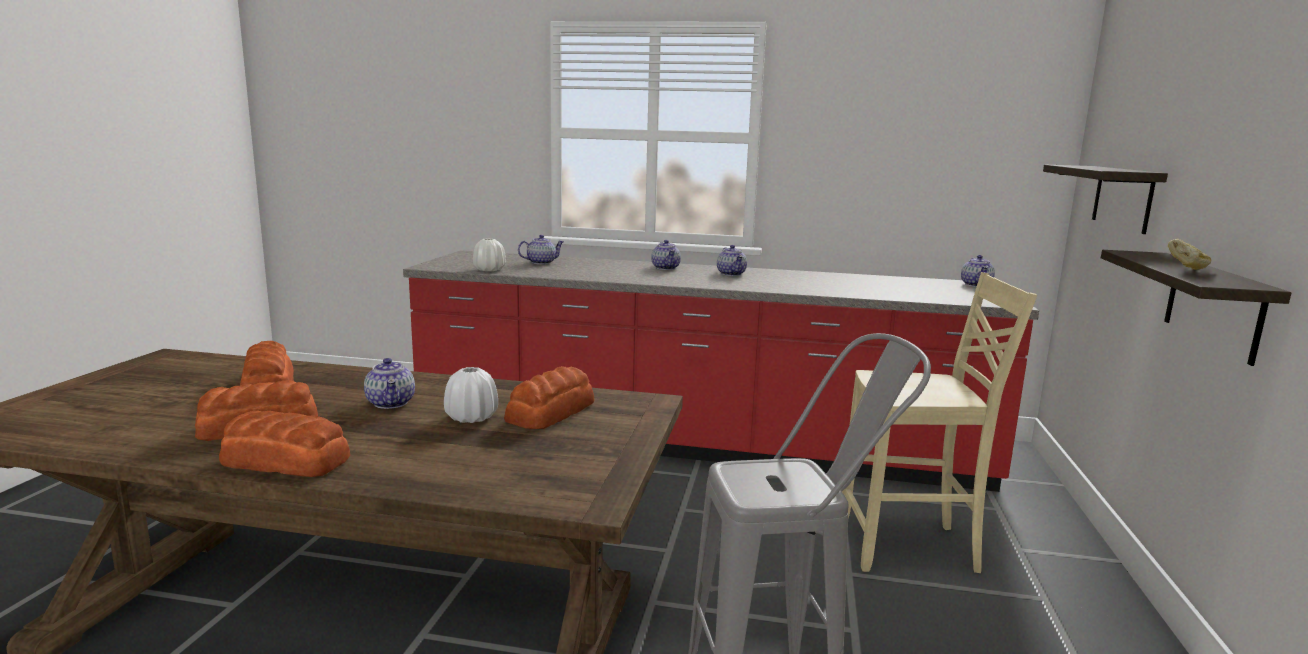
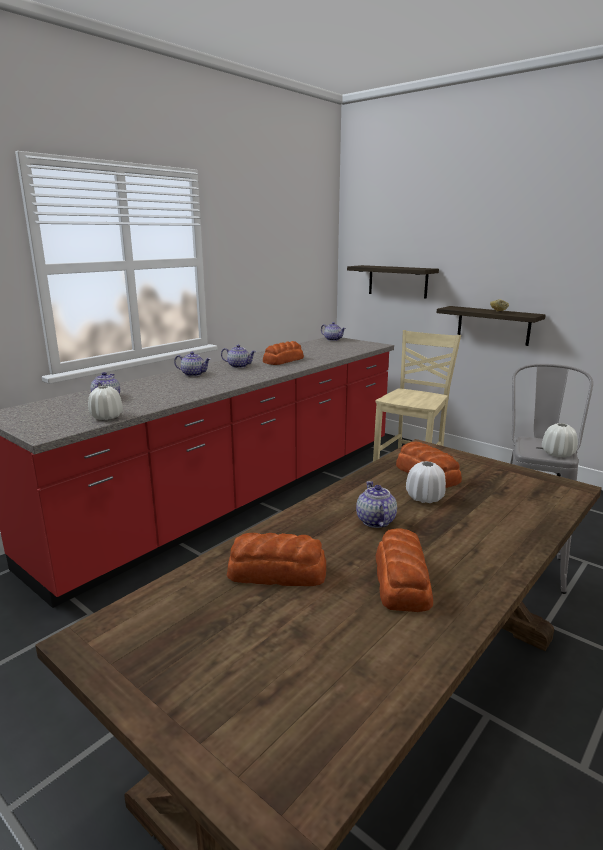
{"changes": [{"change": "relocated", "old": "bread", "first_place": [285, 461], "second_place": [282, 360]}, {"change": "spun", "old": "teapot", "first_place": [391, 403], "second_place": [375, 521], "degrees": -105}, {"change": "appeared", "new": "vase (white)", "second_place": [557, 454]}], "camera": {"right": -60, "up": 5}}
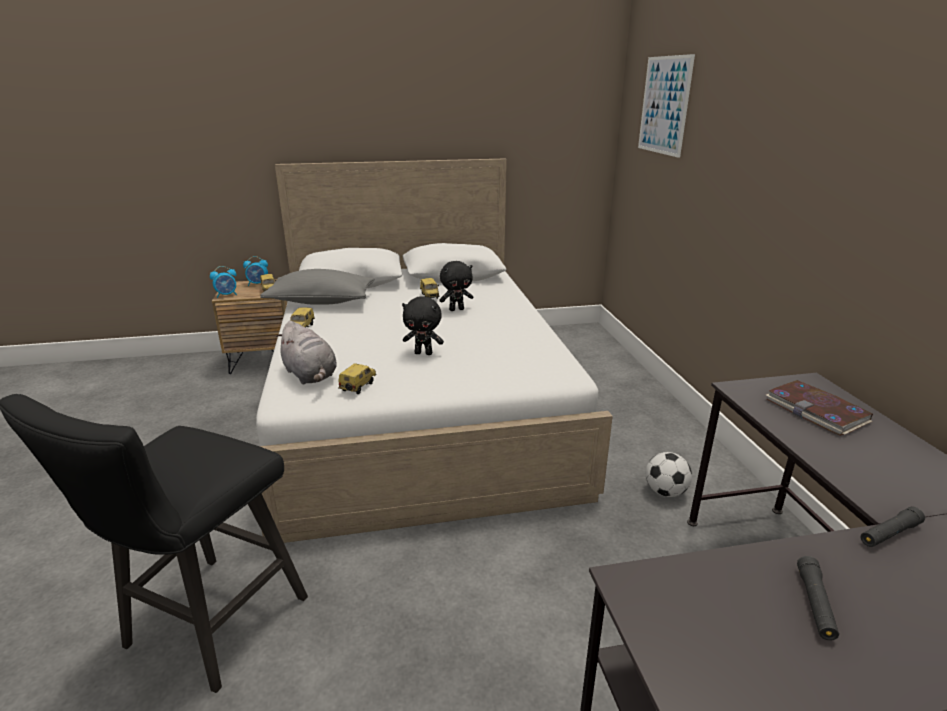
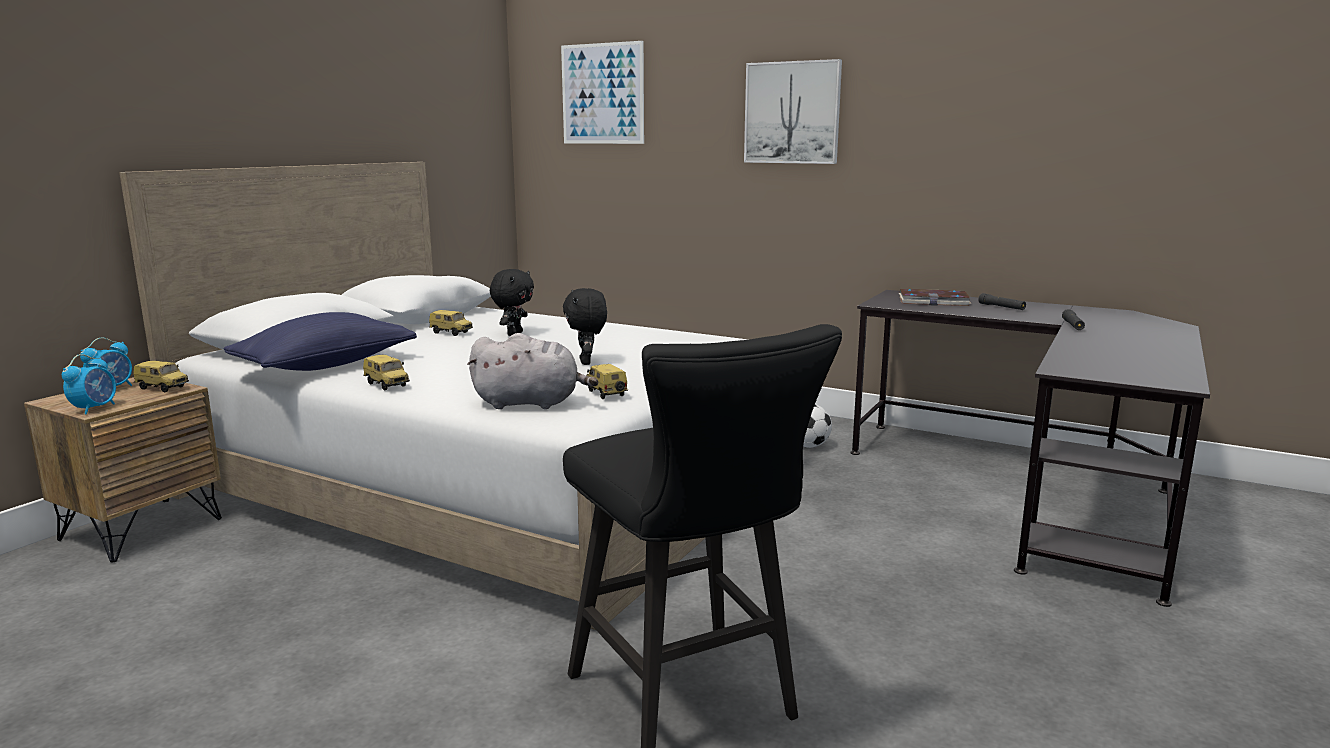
{"changes": [{"change": "colour", "old": "pillow (grey)", "new": "pillow (blue)", "first_place": [321, 302], "second_place": [326, 365]}, {"change": "spun", "old": "plush toy (black)", "first_place": [424, 353], "second_place": [587, 362], "degrees": 120}, {"change": "relocated", "old": "flashlight (black)", "first_place": [815, 604], "second_place": [1001, 307]}, {"change": "appeared", "new": "picture", "second_place": [792, 113]}], "camera": {"right": -50, "up": -10}}
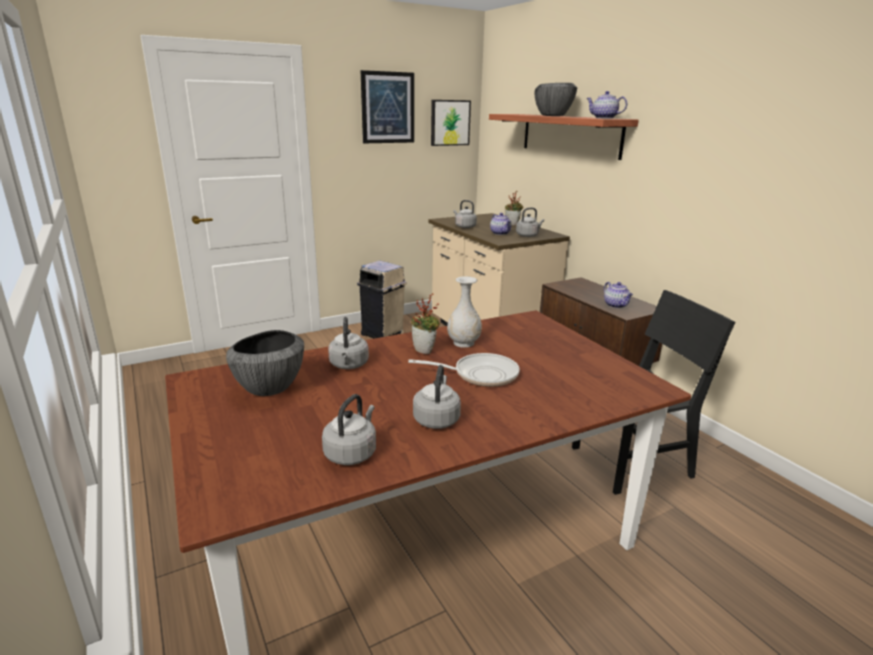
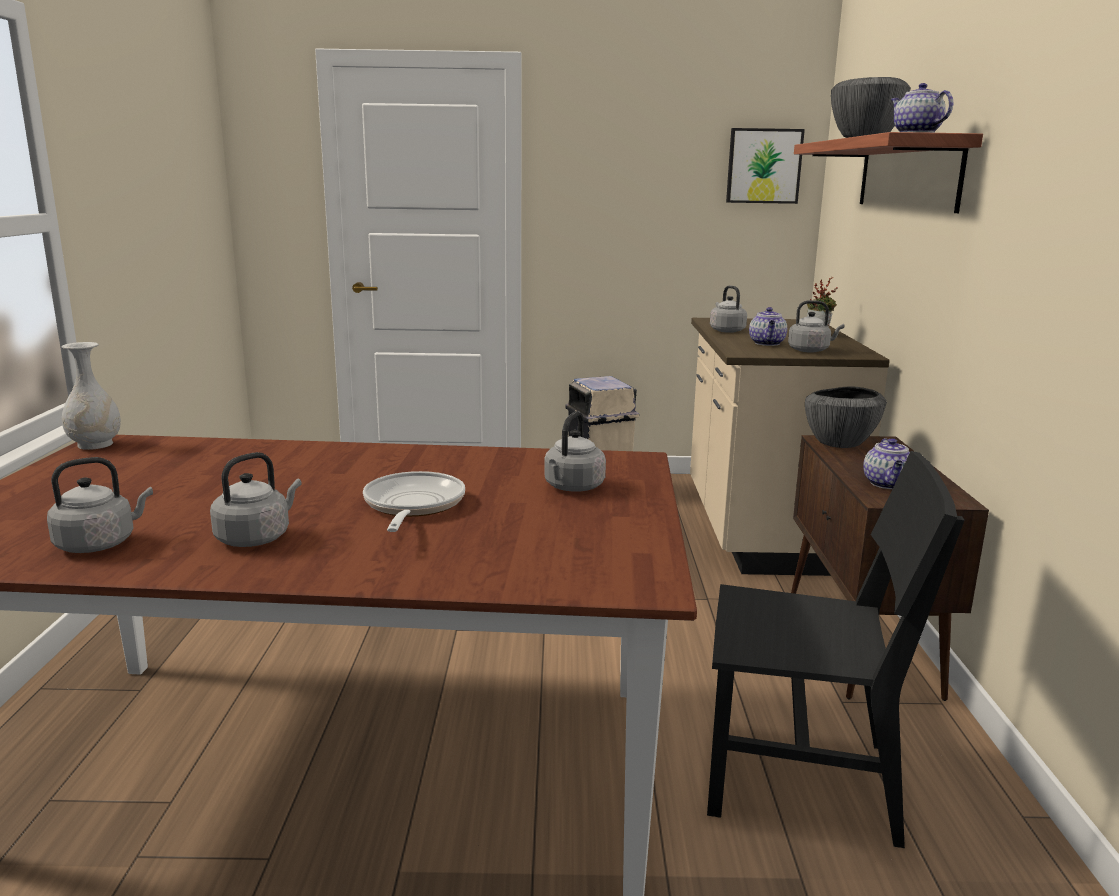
{"changes": [{"change": "relocated", "old": "bowl", "first_place": [269, 388], "second_place": [839, 443]}, {"change": "relocated", "old": "kettle (grey)", "first_place": [349, 365], "second_place": [572, 487]}, {"change": "missing", "old": "picture", "first_place": [387, 108]}, {"change": "spun", "old": "frying pan", "first_place": [480, 374], "second_place": [412, 506], "degrees": -120}, {"change": "missing", "old": "potted plant", "first_place": [425, 350]}, {"change": "relocated", "old": "vase (white)", "first_place": [464, 343], "second_place": [96, 445]}], "camera": {"right": 30, "up": -5}}
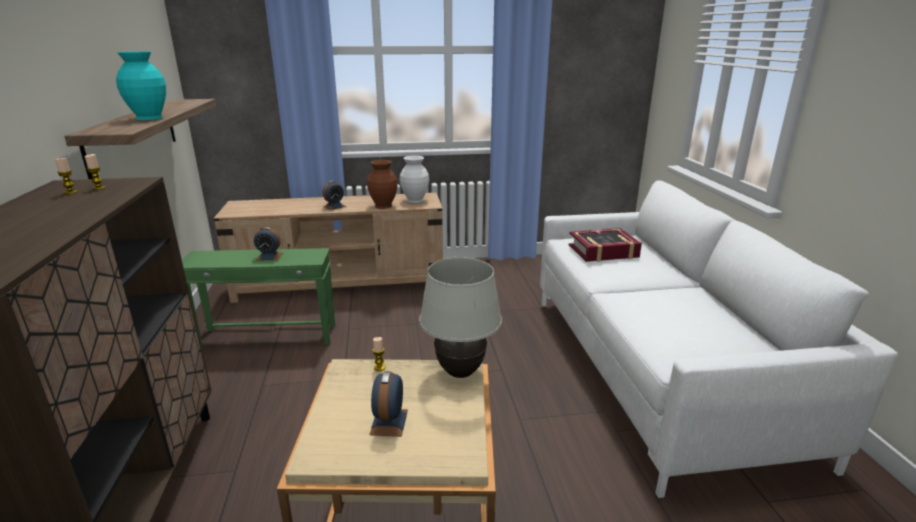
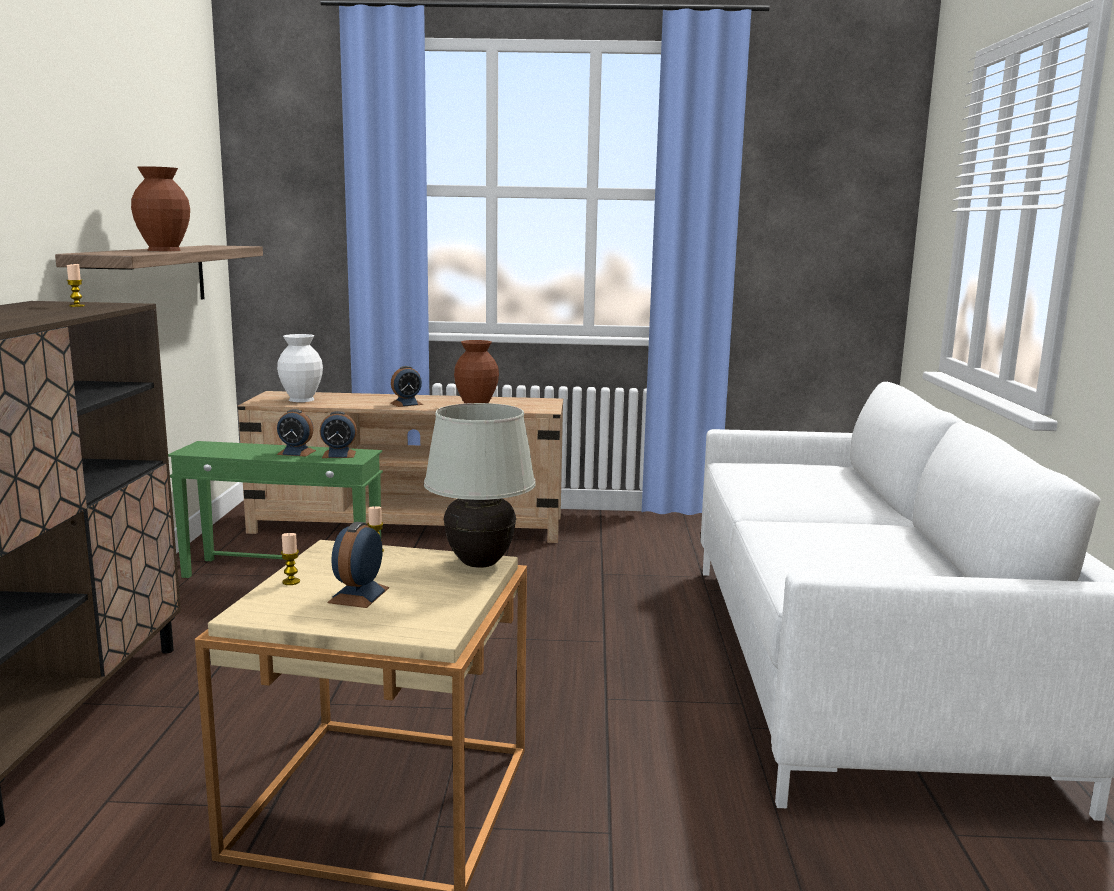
{"changes": [{"change": "relocated", "old": "candle", "first_place": [70, 192], "second_place": [291, 582]}, {"change": "colour", "old": "vase (turquoise)", "new": "vase (brown)", "first_place": [148, 118], "second_place": [163, 250]}, {"change": "relocated", "old": "vase (white)", "first_place": [414, 200], "second_place": [300, 399]}, {"change": "missing", "old": "book", "first_place": [603, 251]}, {"change": "appeared", "new": "alarm clock", "second_place": [339, 454]}], "camera": {"right": 10, "up": -10}}
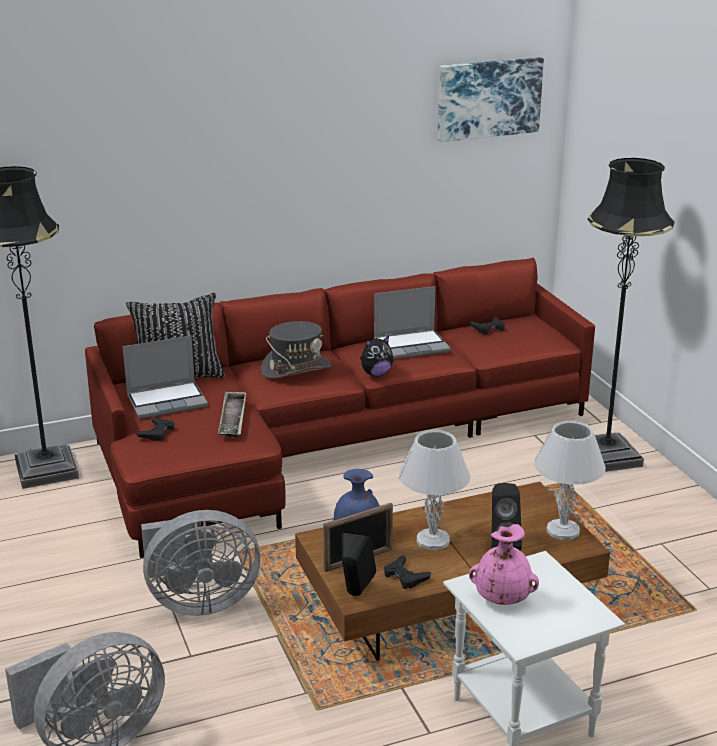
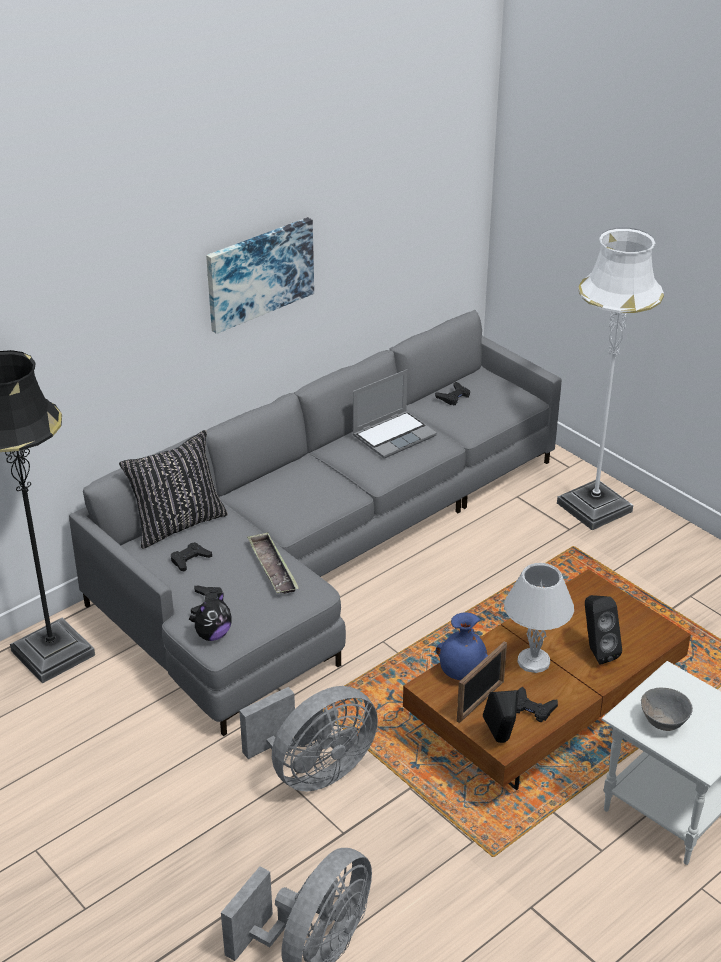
{"changes": [{"change": "colour", "old": "sofa (red)", "new": "sofa (grey)", "first_place": [326, 442], "second_place": [323, 551]}, {"change": "exchanged", "old": "laptop", "new": "game controller (black)", "first_place": [168, 401], "second_place": [190, 559]}, {"change": "missing", "old": "hat (grey)", "first_place": [296, 368]}, {"change": "relocated", "old": "plush toy", "first_place": [376, 374], "second_place": [212, 635]}, {"change": "relocated", "old": "picture", "first_place": [488, 98], "second_place": [259, 273]}, {"change": "exchanged", "old": "vase (pink)", "new": "bowl (grey)", "first_place": [502, 598], "second_place": [662, 723]}, {"change": "missing", "old": "table lamp (white)", "first_place": [564, 530]}, {"change": "colour", "old": "floor lamp (black)", "new": "floor lamp (white)", "first_place": [605, 456], "second_place": [594, 507]}], "camera": {"right": -20, "up": 10}}
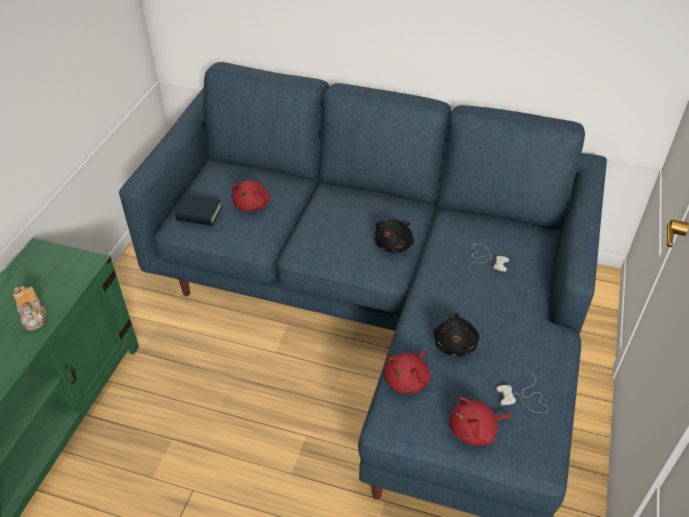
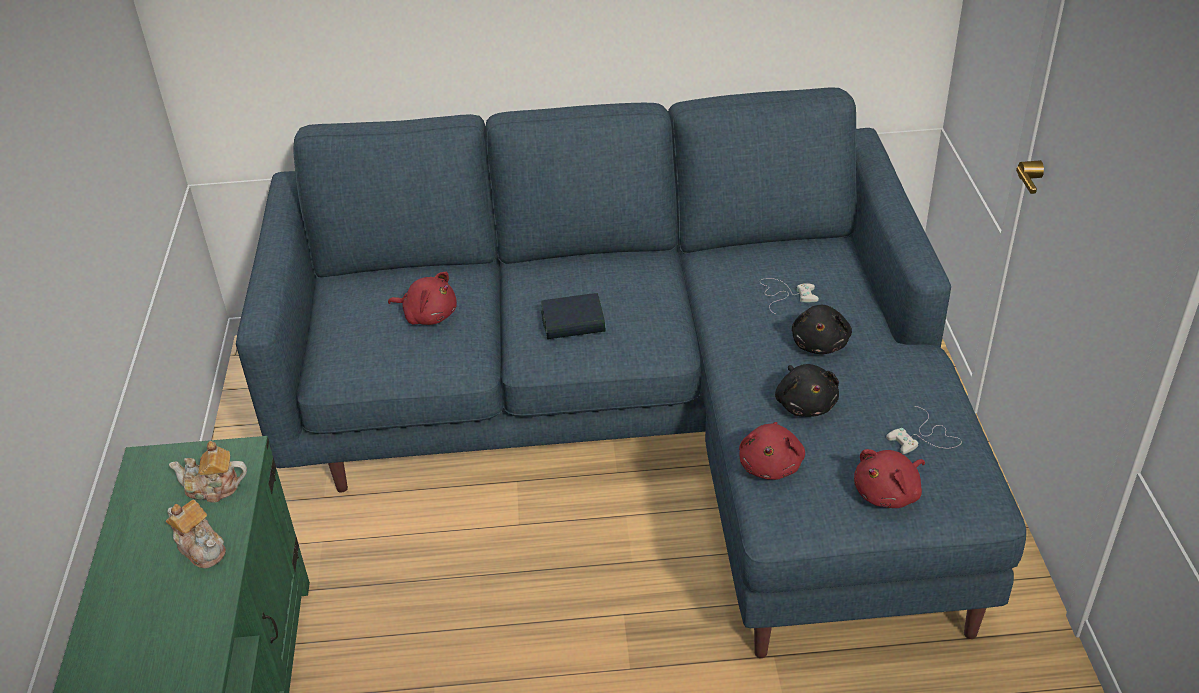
{"changes": [{"change": "relocated", "old": "book", "first_place": [199, 214], "second_place": [573, 323]}, {"change": "spun", "old": "plush toy (red)", "first_place": [252, 204], "second_place": [428, 315], "degrees": -60}, {"change": "relocated", "old": "plush toy (black)", "first_place": [394, 244], "second_place": [820, 343]}, {"change": "appeared", "new": "teapot", "second_place": [213, 488]}], "camera": {"right": -20, "up": -5}}
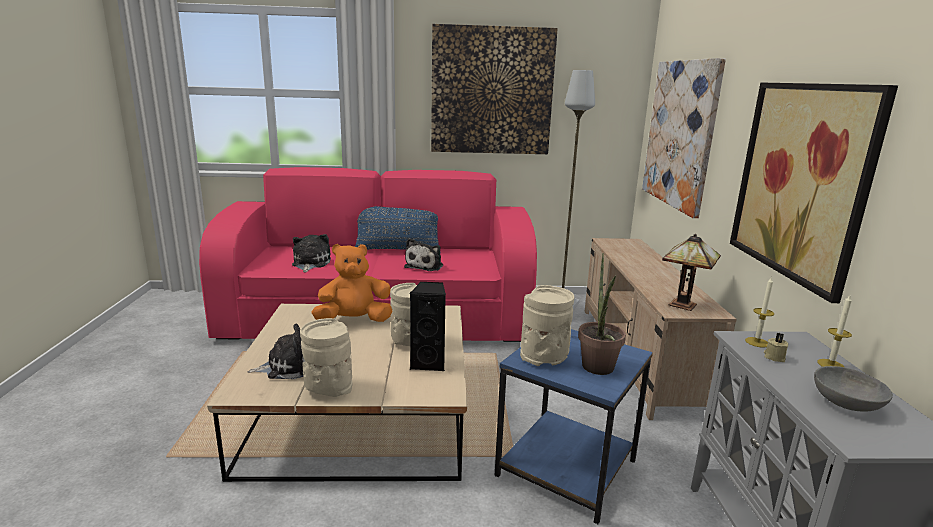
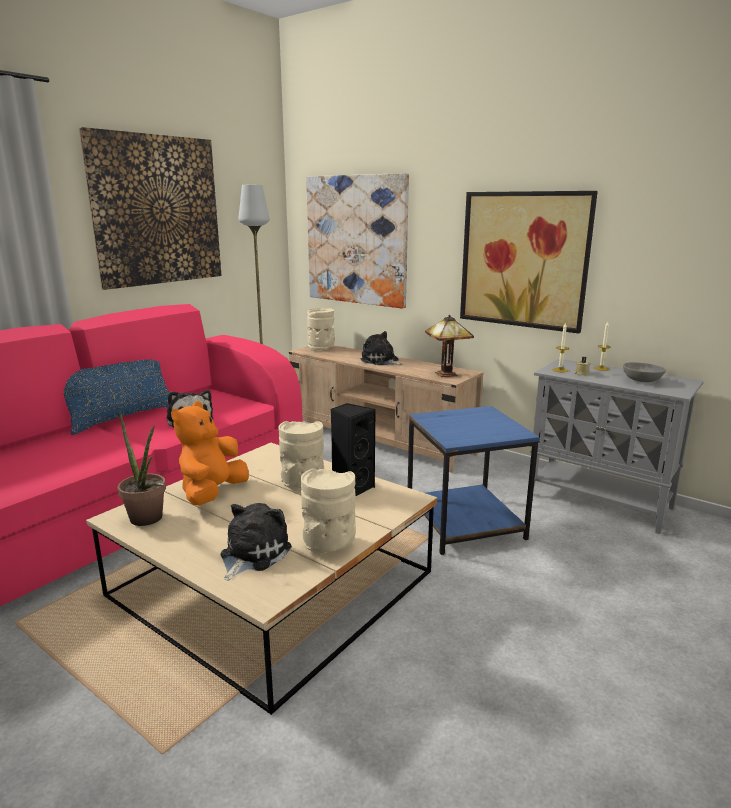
{"changes": [{"change": "relocated", "old": "plush toy", "first_place": [310, 263], "second_place": [381, 361]}, {"change": "relocated", "old": "vase (beige)", "first_place": [544, 358], "second_place": [321, 348]}, {"change": "relocated", "old": "potted plant", "first_place": [598, 370], "second_place": [149, 521]}], "camera": {"right": -50, "up": 0}}
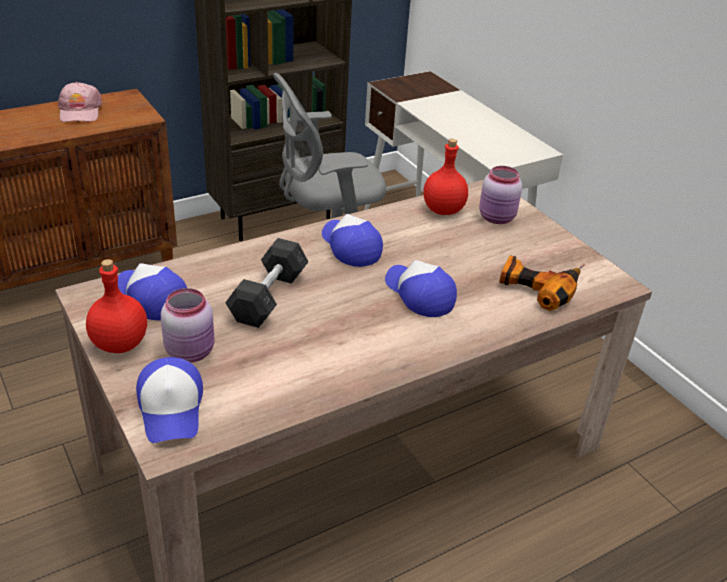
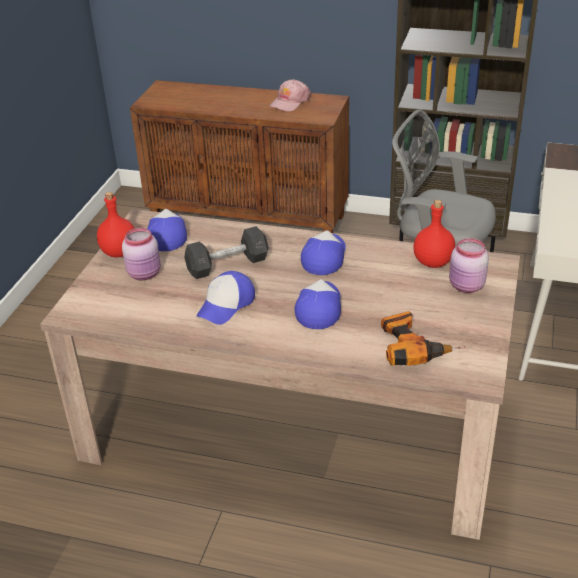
{"changes": [{"change": "relocated", "old": "cap", "first_place": [171, 408], "second_place": [226, 305]}], "camera": {"right": 50, "up": 0}}
